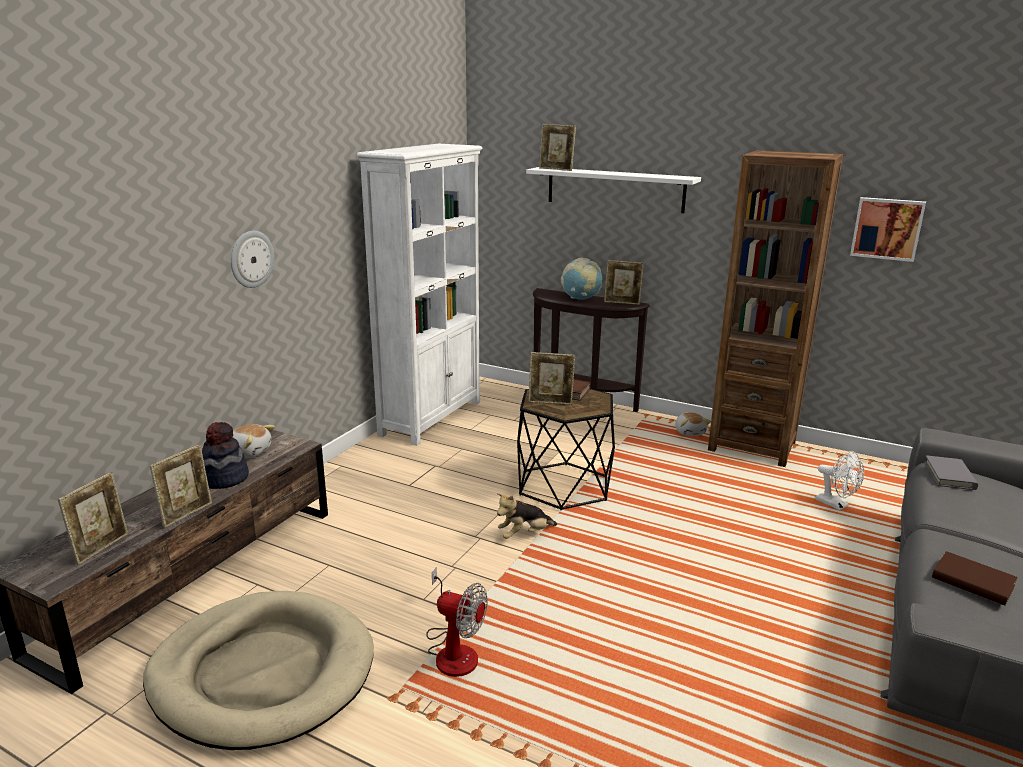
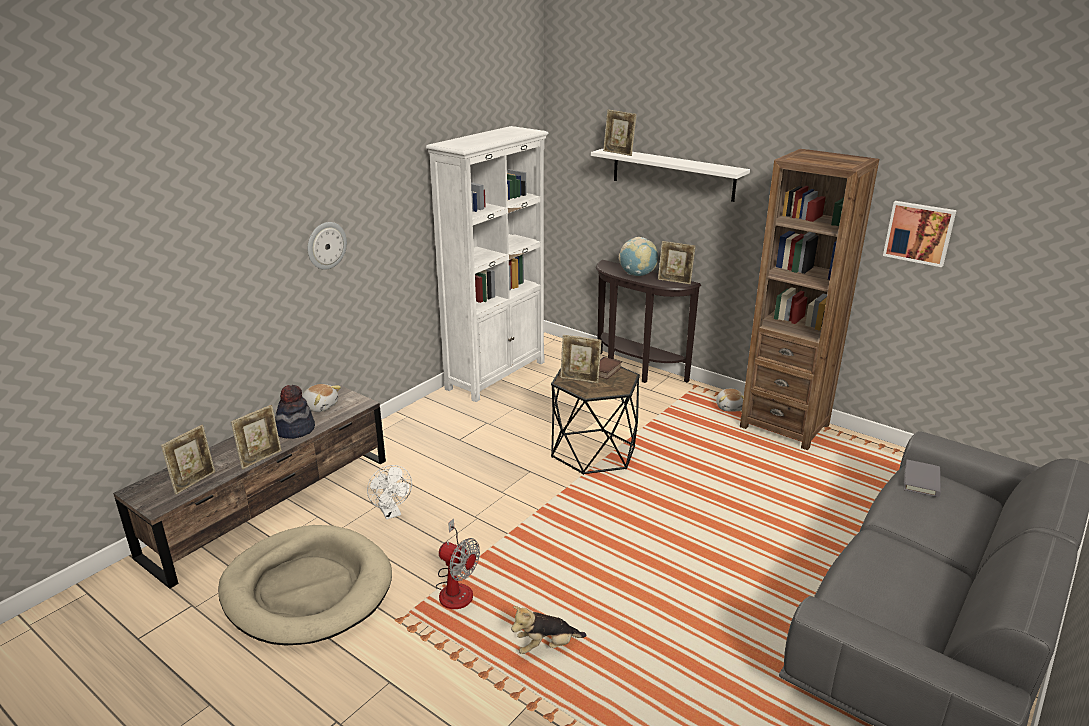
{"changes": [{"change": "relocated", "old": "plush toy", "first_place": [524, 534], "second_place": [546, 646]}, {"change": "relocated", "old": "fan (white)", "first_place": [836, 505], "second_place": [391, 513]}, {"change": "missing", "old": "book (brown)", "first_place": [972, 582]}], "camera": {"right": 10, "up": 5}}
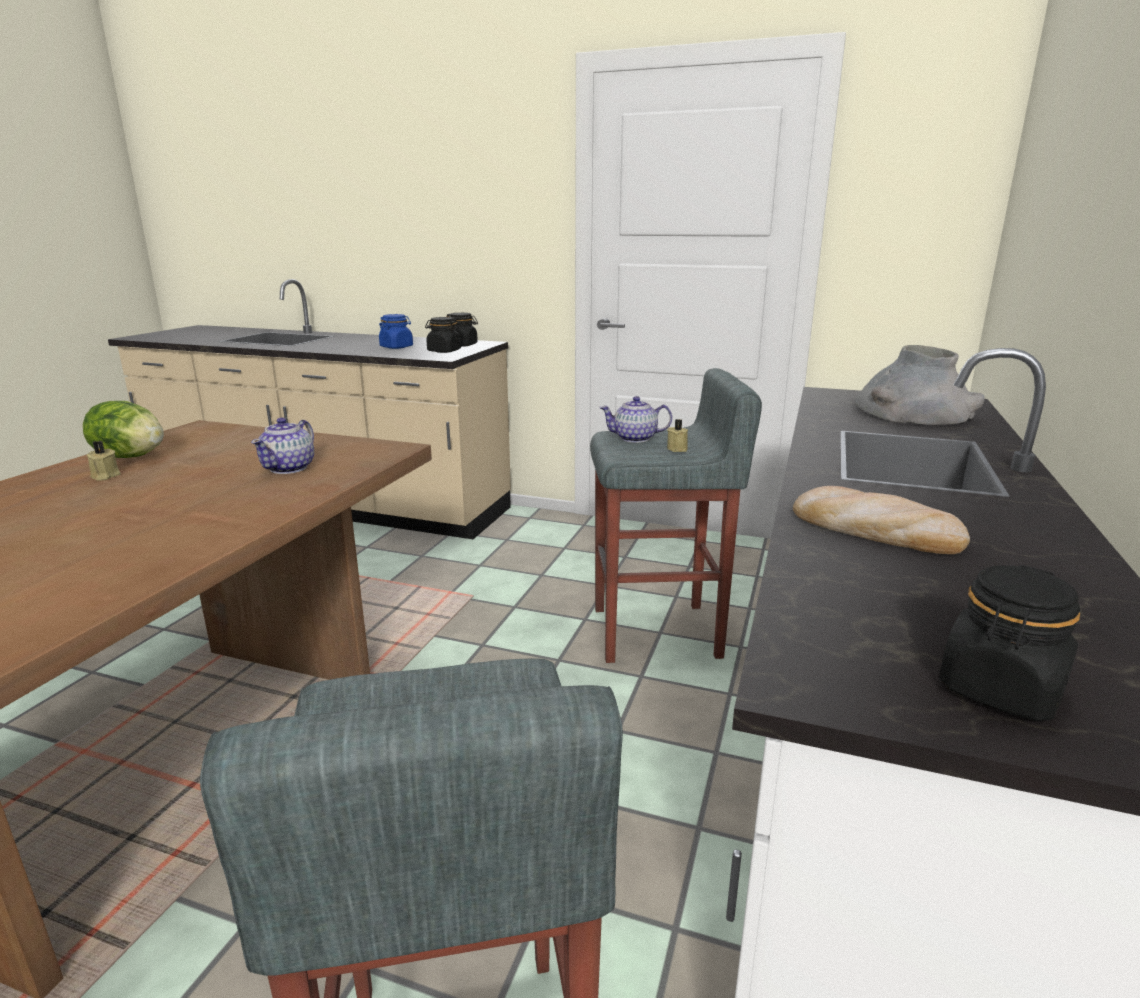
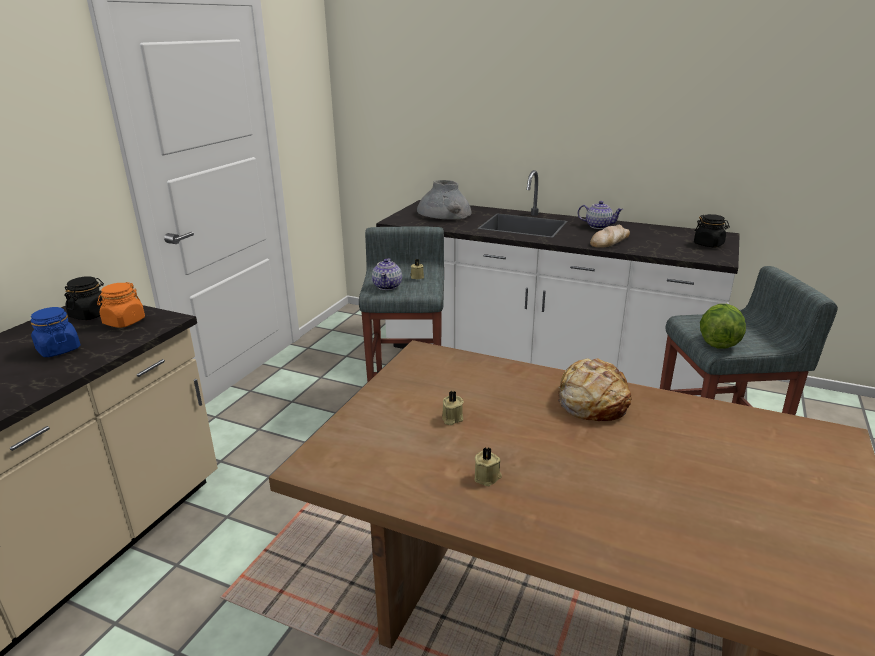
{"changes": [{"change": "relocated", "old": "lettuce", "first_place": [131, 457], "second_place": [718, 343]}, {"change": "relocated", "old": "teapot", "first_place": [289, 468], "second_place": [598, 226]}, {"change": "colour", "old": "jar (black)", "new": "jar (orange)", "first_place": [444, 351], "second_place": [124, 322]}, {"change": "appeared", "new": "candle (beige)", "second_place": [451, 418]}, {"change": "appeared", "new": "bread", "second_place": [592, 402]}], "camera": {"right": -85, "up": 5}}
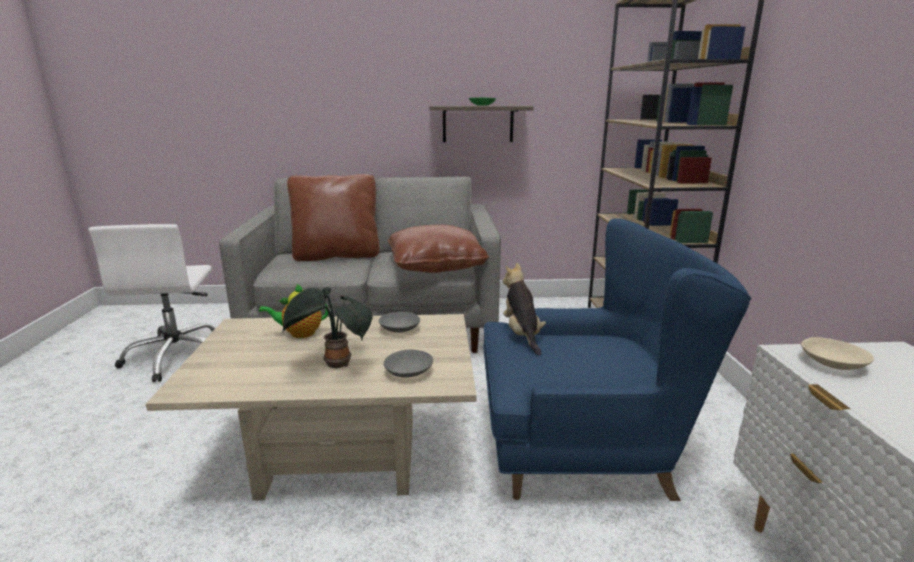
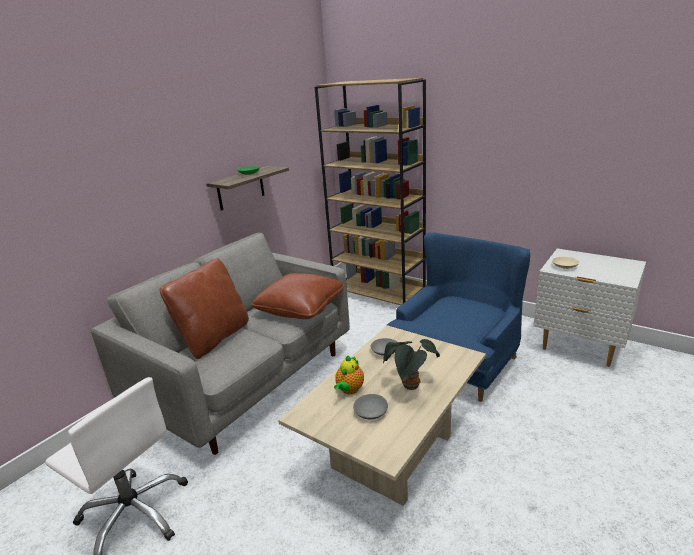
{"changes": [{"change": "relocated", "old": "bowl (grey)", "first_place": [408, 372], "second_place": [370, 412]}, {"change": "missing", "old": "plush toy", "first_place": [522, 334]}], "camera": {"right": -50, "up": 5}}
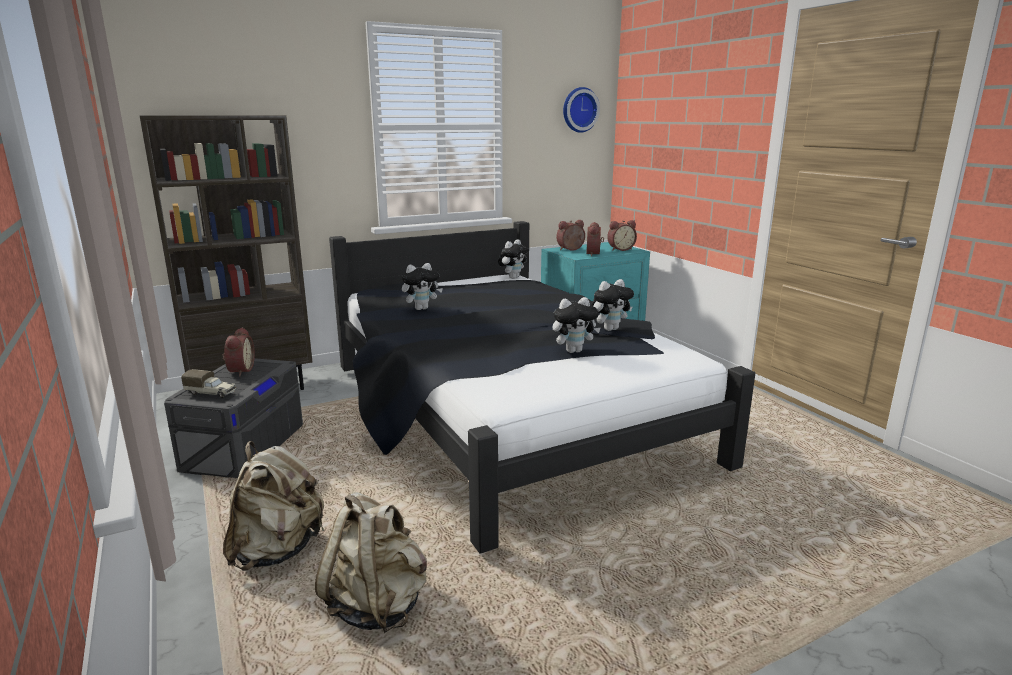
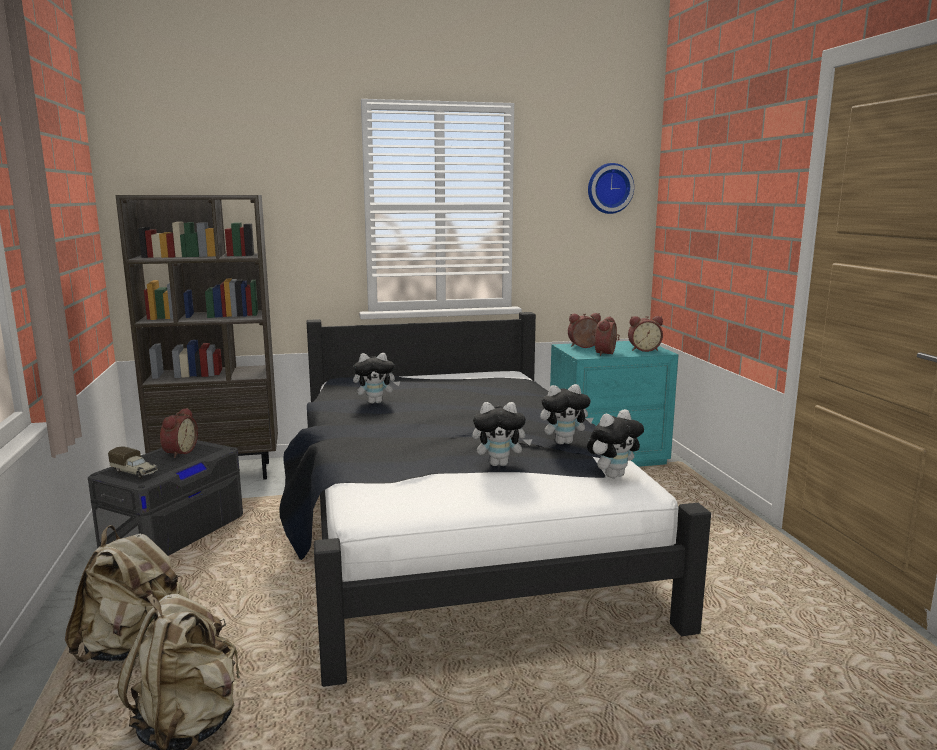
{"changes": [{"change": "relocated", "old": "plush toy", "first_place": [513, 277], "second_place": [613, 475]}], "camera": {"right": 15, "up": -5}}
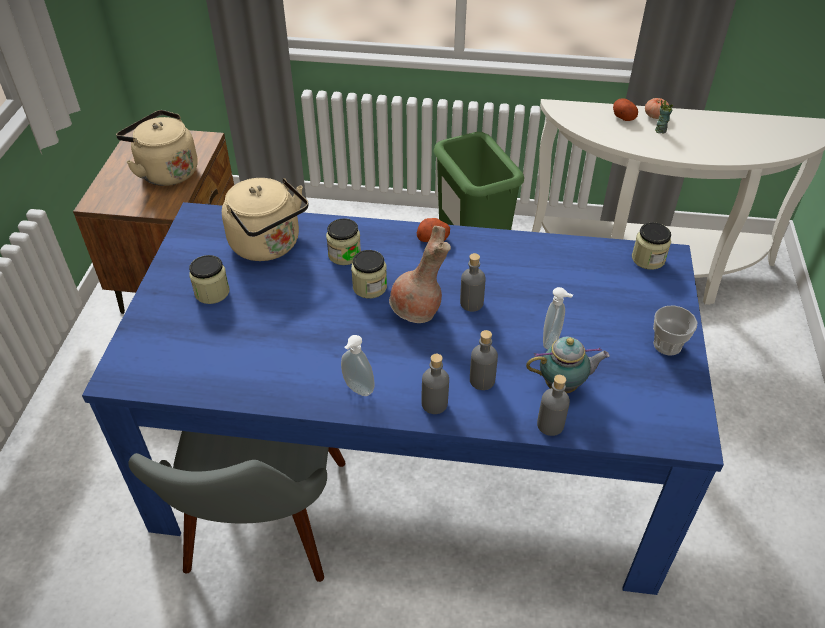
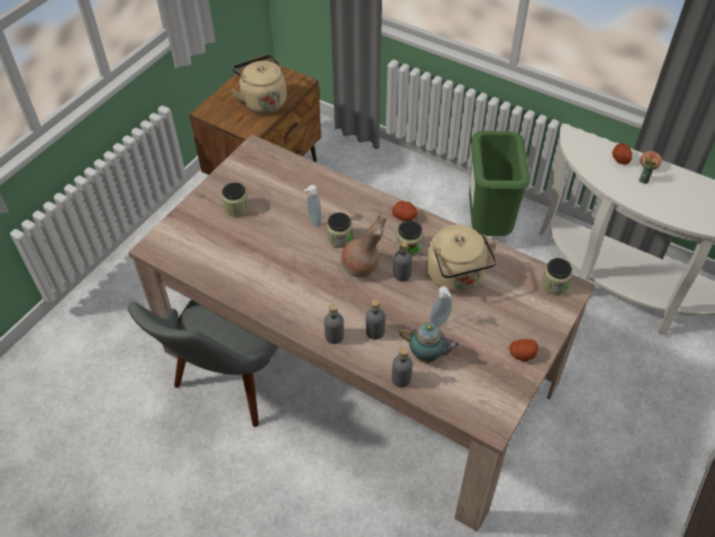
{"changes": [{"change": "colour", "old": "dining table (blue)", "new": "dining table (beige)", "first_place": [412, 456], "second_place": [358, 367]}, {"change": "relocated", "old": "kettle (beige)", "first_place": [269, 245], "second_place": [457, 277]}, {"change": "relocated", "old": "jar", "first_place": [344, 254], "second_place": [409, 247]}, {"change": "relocated", "old": "soap dispenser", "first_place": [357, 390], "second_place": [313, 221]}, {"change": "exchanged", "old": "cup", "new": "potato", "first_place": [667, 345], "second_place": [522, 354]}], "camera": {"right": 25, "up": 5}}
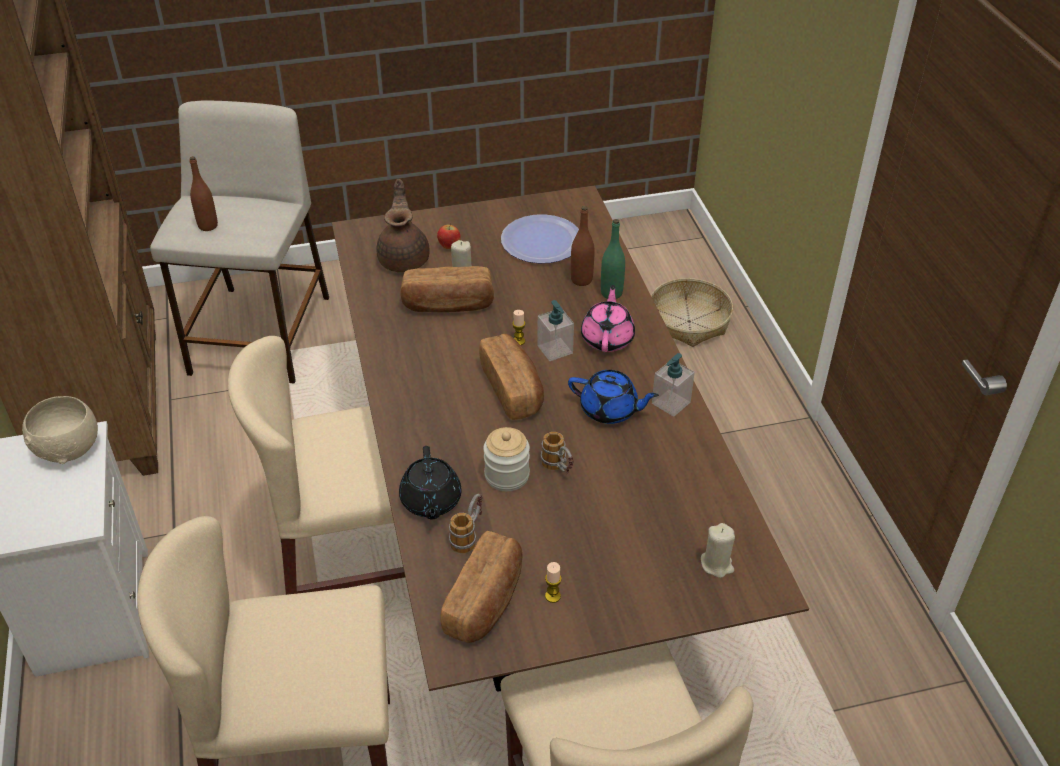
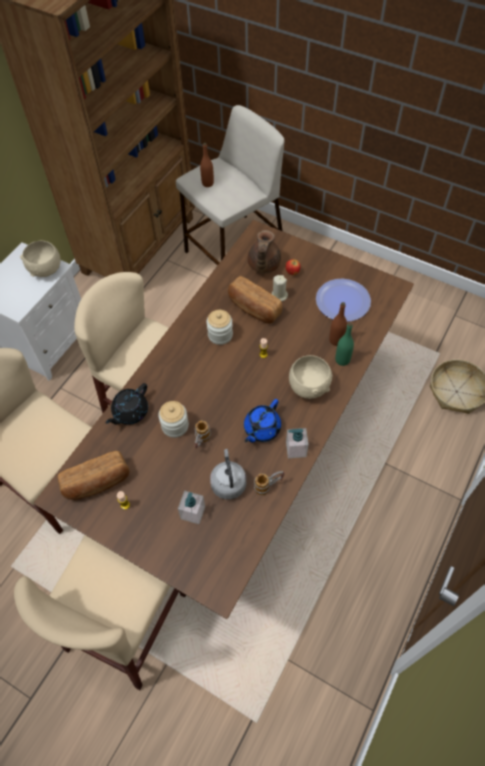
{"changes": [{"change": "spun", "old": "teapot (brown)", "first_place": [405, 258], "second_place": [263, 265], "degrees": 150}, {"change": "relocated", "old": "mug", "first_place": [469, 535], "second_place": [268, 485]}, {"change": "missing", "old": "bread", "first_place": [513, 389]}, {"change": "relocated", "old": "soap dispenser", "first_place": [555, 349], "second_place": [192, 513]}, {"change": "spun", "old": "teapot (blue)", "first_place": [610, 410], "second_place": [261, 429], "degrees": 60}, {"change": "exchanged", "old": "teapot (pink)", "new": "bowl (beige)", "first_place": [607, 338], "second_place": [308, 386]}, {"change": "missing", "old": "candle (beige)", "first_place": [717, 564]}, {"change": "appeared", "new": "jar", "second_place": [220, 335]}, {"change": "appeared", "new": "kettle (grey)", "second_place": [228, 482]}], "camera": {"right": 45, "up": 15}}
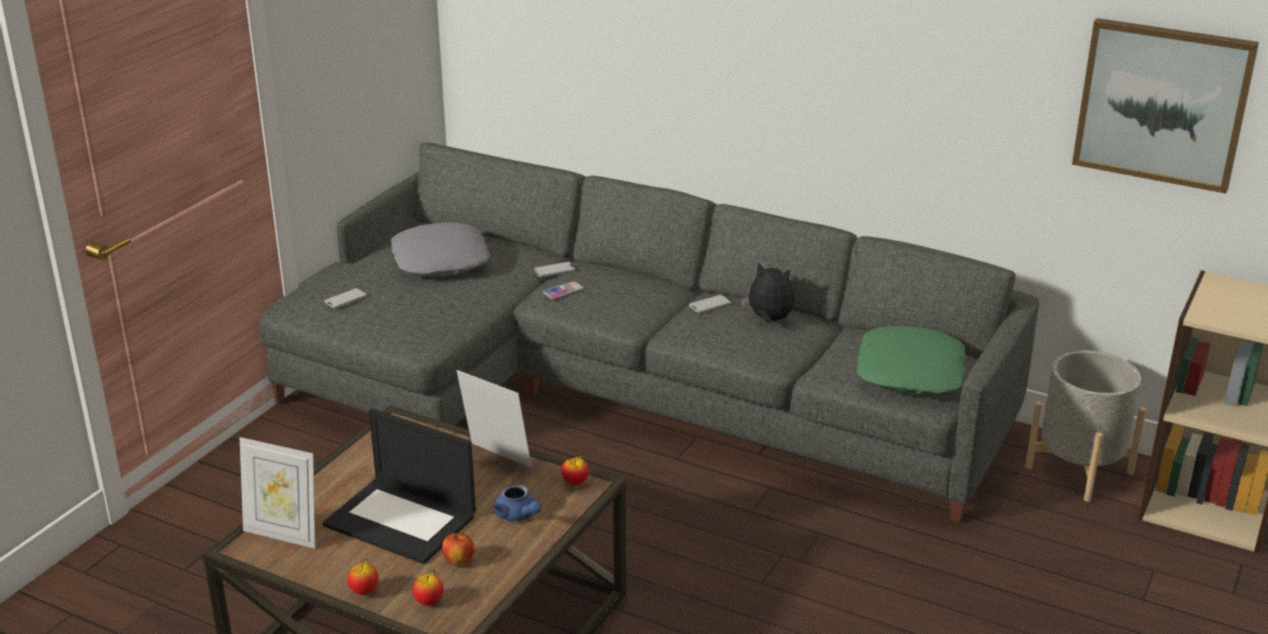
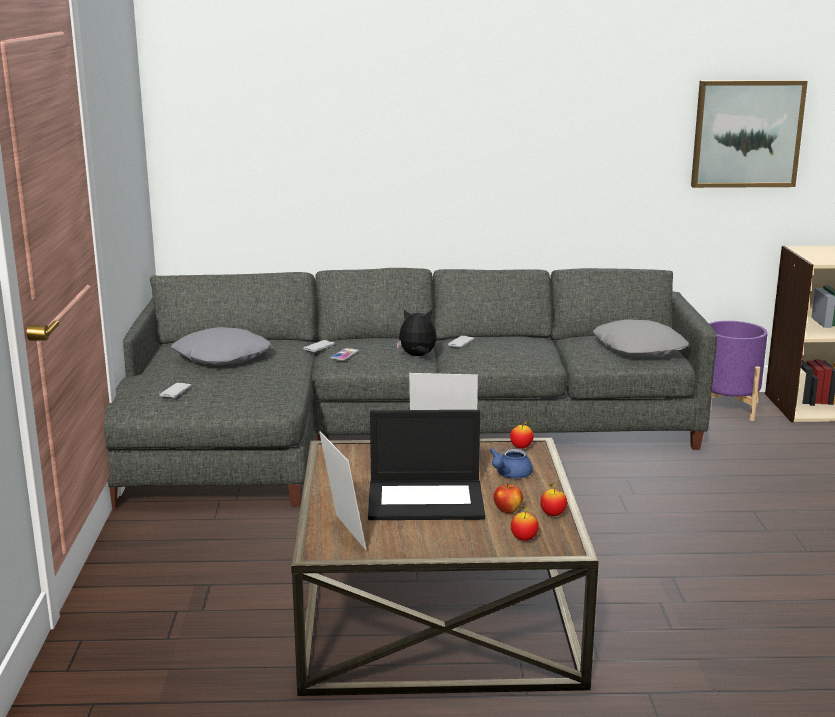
{"changes": [{"change": "spun", "old": "picture frame", "first_place": [283, 534], "second_place": [343, 533], "degrees": -105}, {"change": "relocated", "old": "apple", "first_place": [364, 591], "second_place": [553, 514]}, {"change": "spun", "old": "teapot (blue)", "first_place": [518, 516], "second_place": [509, 475], "degrees": 105}, {"change": "relocated", "old": "plush toy", "first_place": [769, 320], "second_place": [417, 356]}, {"change": "colour", "old": "pillow (green)", "new": "pillow (grey)", "first_place": [911, 372], "second_place": [639, 348]}, {"change": "colour", "old": "planter (grey)", "new": "planter (purple)", "first_place": [1079, 470], "second_place": [727, 407]}], "camera": {"right": -30, "up": -10}}
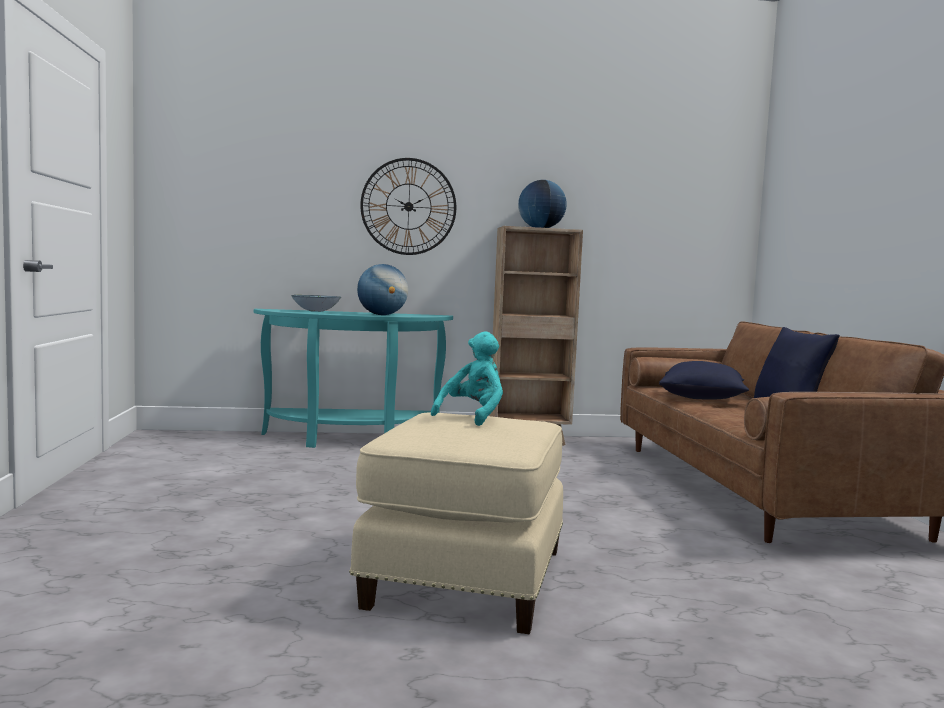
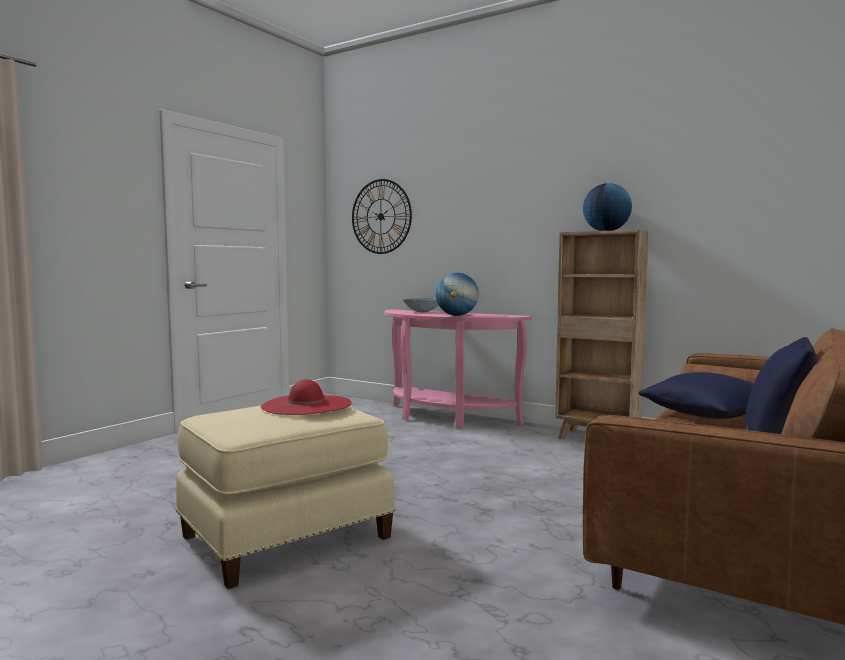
{"changes": [{"change": "colour", "old": "console table (turquoise)", "new": "console table (pink)", "first_place": [351, 440], "second_place": [444, 418]}, {"change": "relocated", "old": "wall clock", "first_place": [408, 206], "second_place": [381, 216]}, {"change": "exchanged", "old": "plush toy (turquoise)", "new": "hat (red)", "first_place": [473, 416], "second_place": [306, 405]}], "camera": {"right": 40, "up": 0}}
